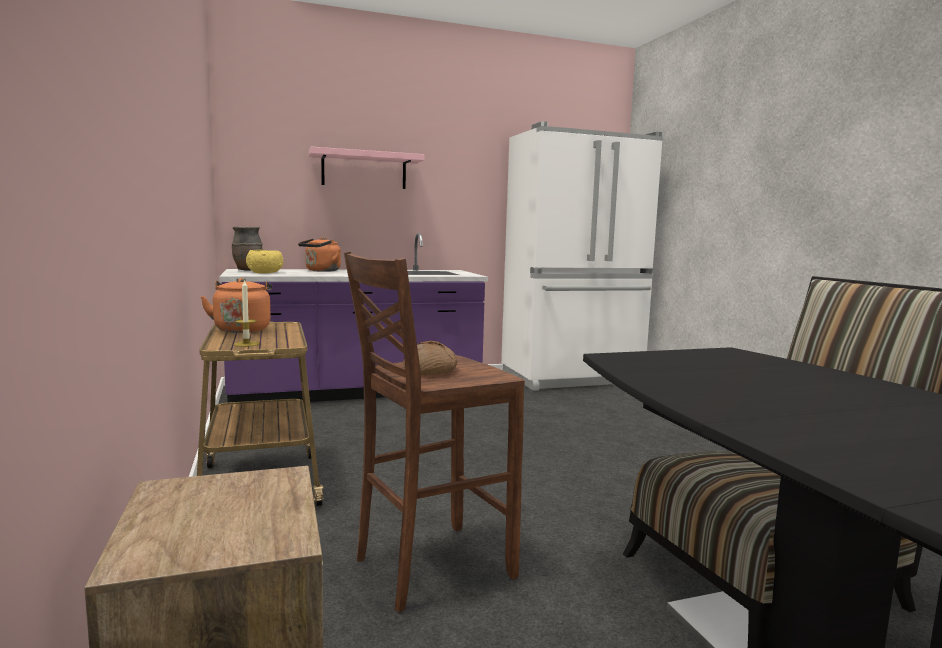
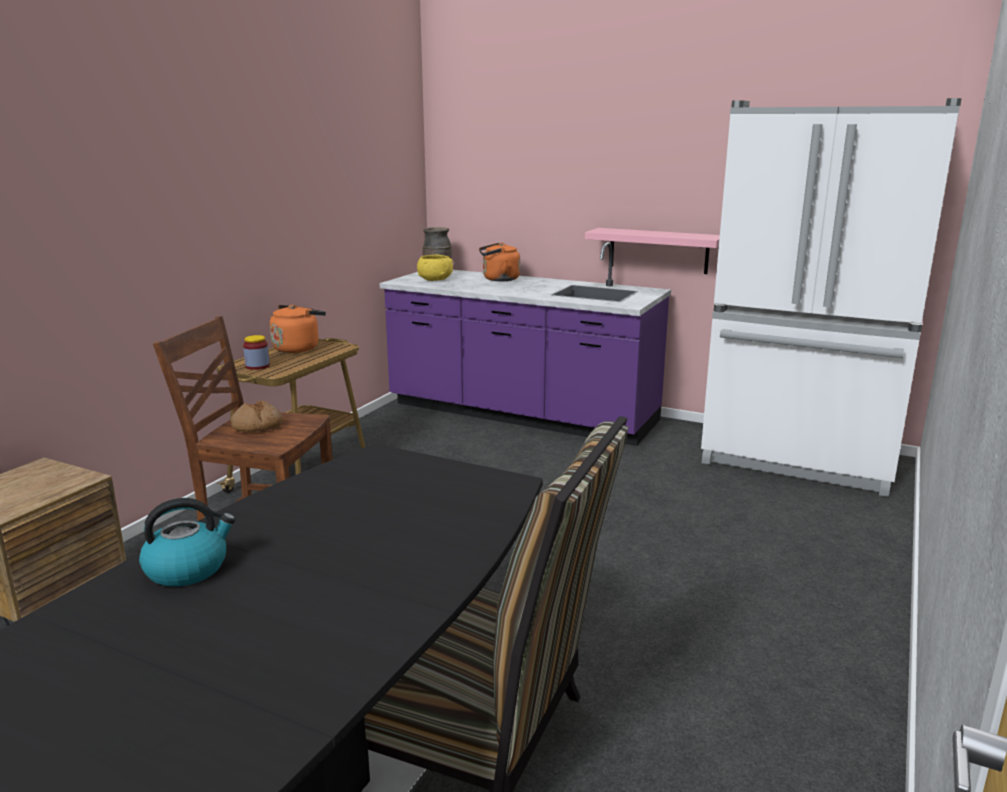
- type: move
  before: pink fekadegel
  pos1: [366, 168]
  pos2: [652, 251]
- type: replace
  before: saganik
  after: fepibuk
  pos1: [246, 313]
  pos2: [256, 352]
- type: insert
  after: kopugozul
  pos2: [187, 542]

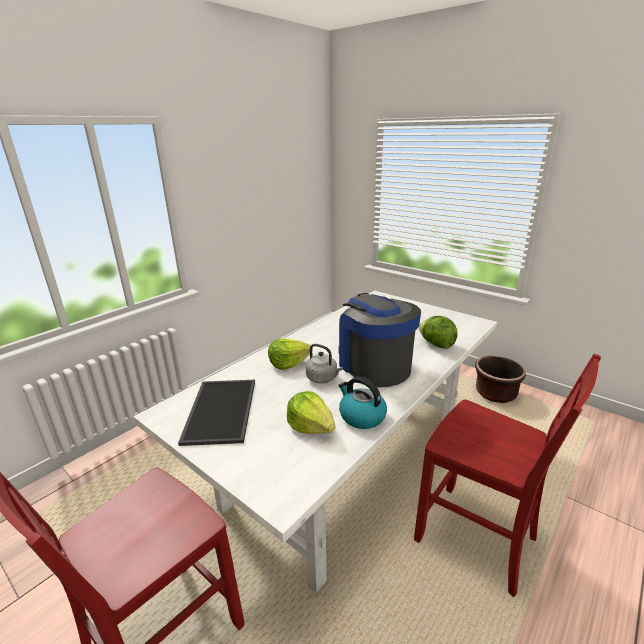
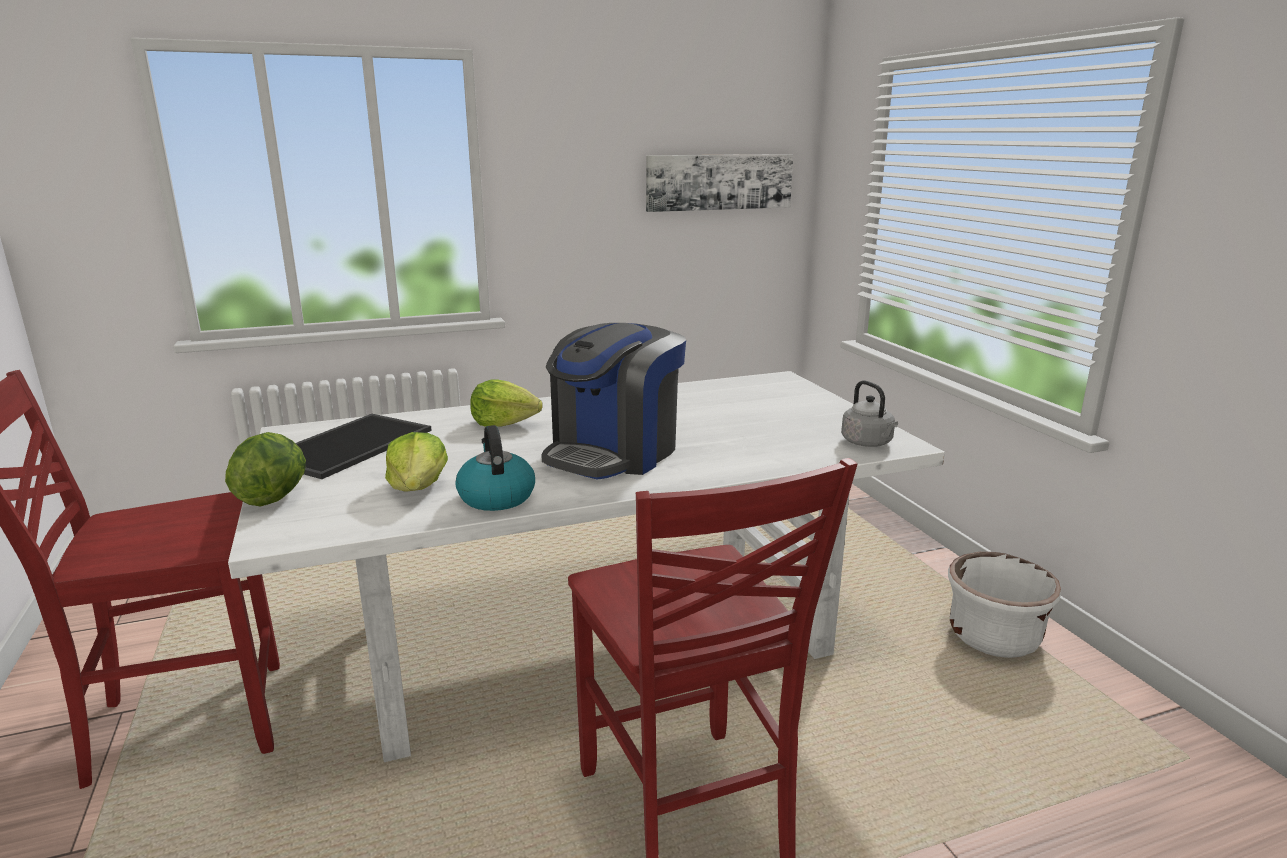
- type: rotate
  before: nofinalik
  pos1: [379, 340]
  pos2: [613, 401]
  turn: -150
- type: move
  before: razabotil
  pos1: [438, 332]
  pos2: [265, 469]
- type: move
  before: grey kopugozul
  pos1: [324, 364]
  pos2: [869, 413]
- type: recolor
  before: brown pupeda
  after: white pupeda
  pos1: [500, 379]
  pos2: [1004, 605]
- type: insert
  after: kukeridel
  pos2: [719, 183]

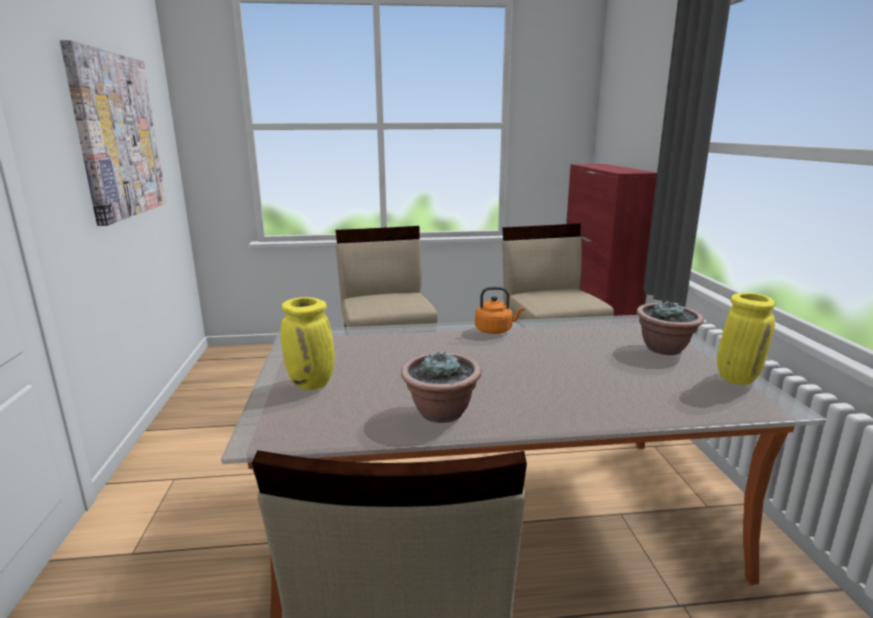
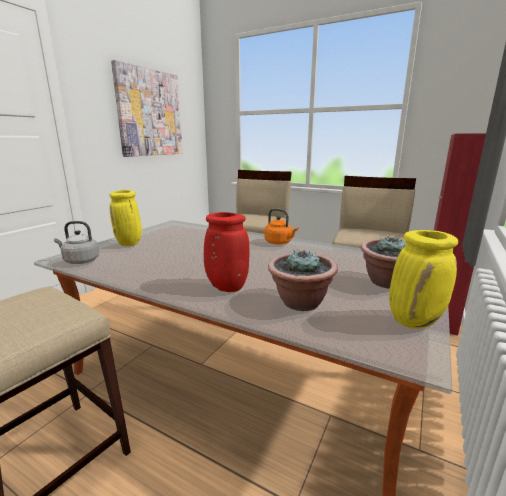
- type: move
  before: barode
  pos1: [441, 387]
  pos2: [303, 280]
- type: insert
  after: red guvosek
  pos2: [226, 252]
- type: insert
  after: grey kopugozul
  pos2: [76, 242]

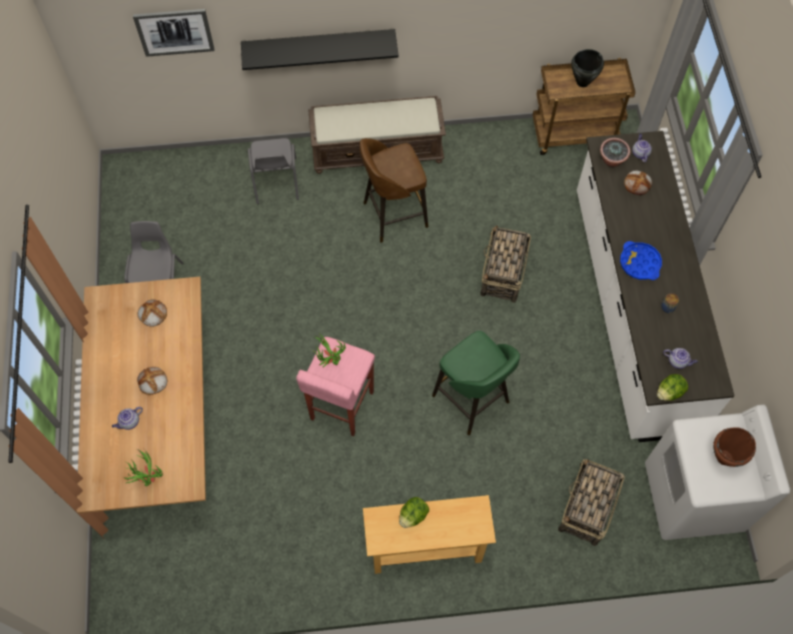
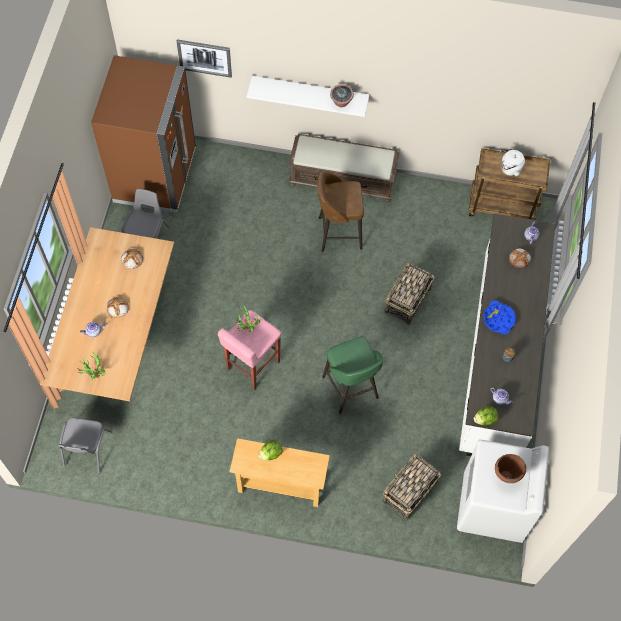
- type: recolor
  before: black fekadegel
  after: white fekadegel
  pos1: [320, 49]
  pos2: [308, 96]
- type: replace
  before: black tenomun
  after: white kopugozul
  pos1: [587, 68]
  pos2: [512, 162]
- type: move
  before: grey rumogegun
  pos1: [273, 171]
  pos2: [85, 445]
- type: move
  before: barode
  pos1: [615, 152]
  pos2: [342, 95]
- type: insert
  after: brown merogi
  pos2: [143, 133]

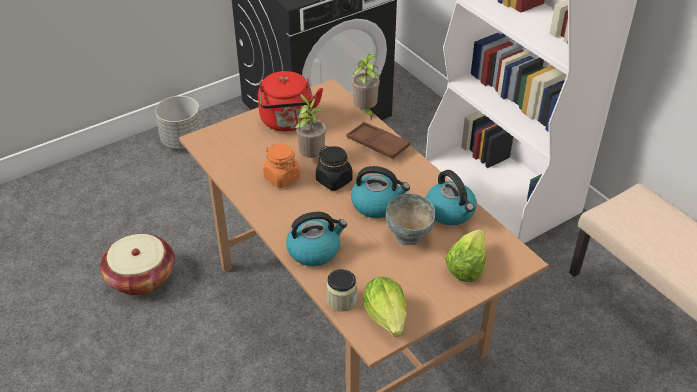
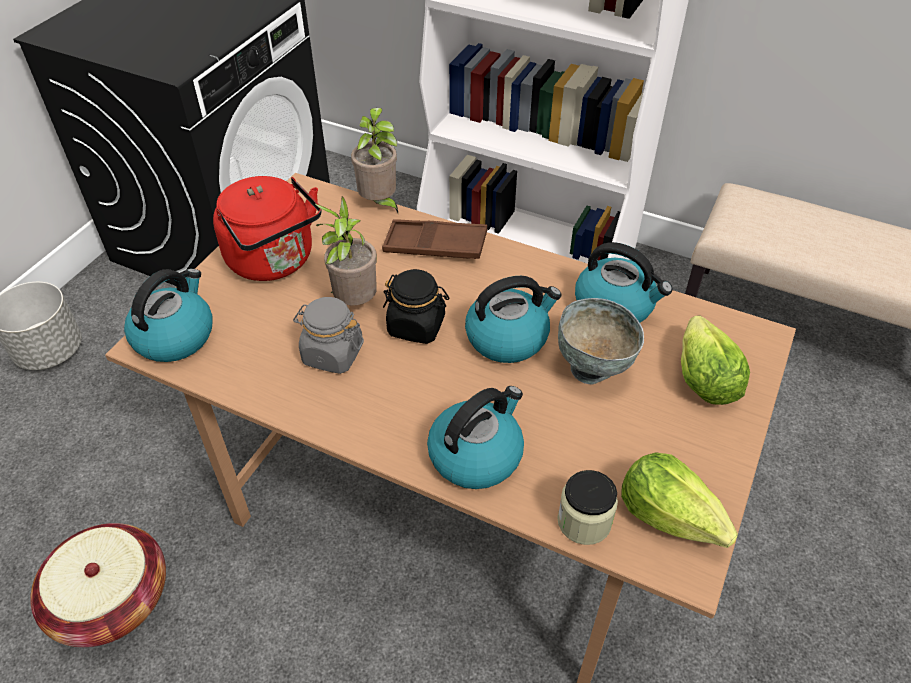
- type: recolor
  before: orange fepibuk
  after: grey fepibuk
  pos1: [281, 166]
  pos2: [328, 335]
- type: insert
  after: kopugozul
  pos2: [168, 315]

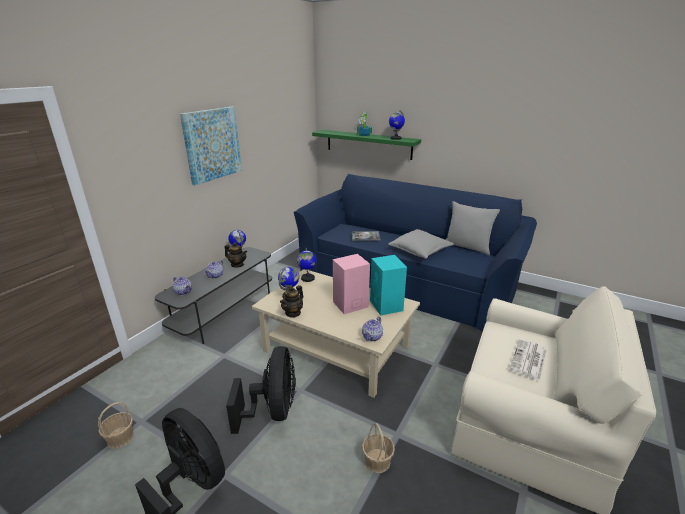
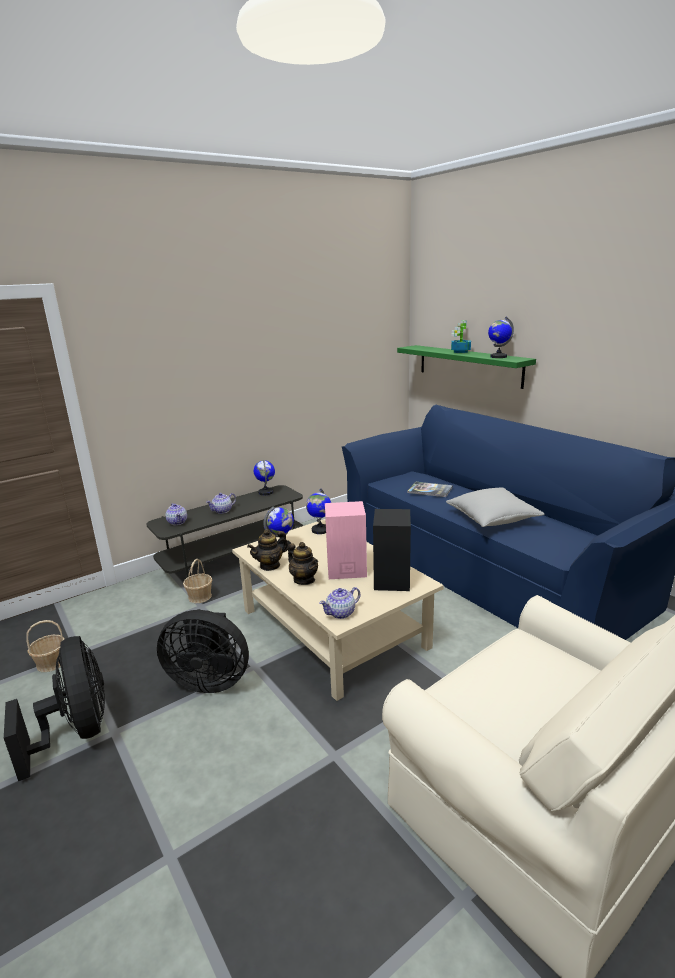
- type: delete
  before: kukeridel
  pos1: [211, 146]
- type: delete
  before: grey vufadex
  pos1: [473, 228]
- type: move
  before: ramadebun
  pos1: [236, 255]
  pos2: [303, 563]
- type: recolor
  before: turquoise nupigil
  after: black nupigil
  pos1: [388, 285]
  pos2: [392, 550]
- type: delete
  before: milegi
  pos1: [528, 360]
- type: rotate
  before: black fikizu
  pos1: [261, 390]
  pos2: [203, 651]
  turn: 75
- type: move
  before: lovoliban
  pos1: [378, 448]
  pos2: [197, 581]

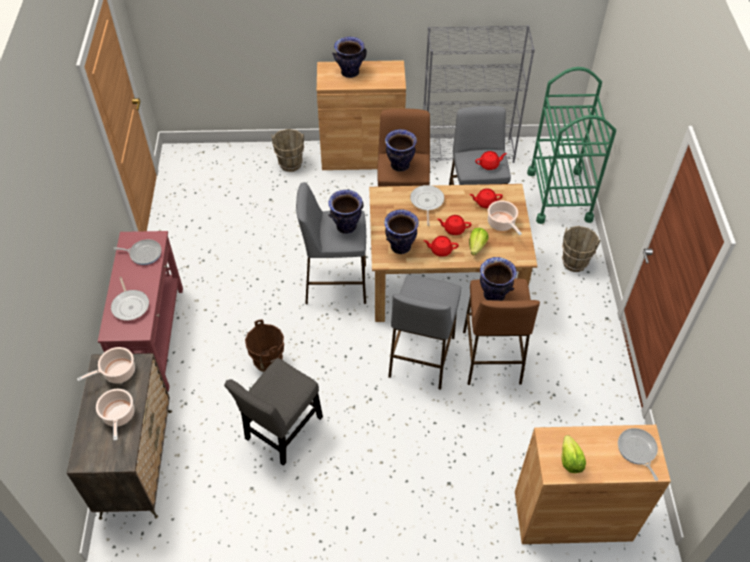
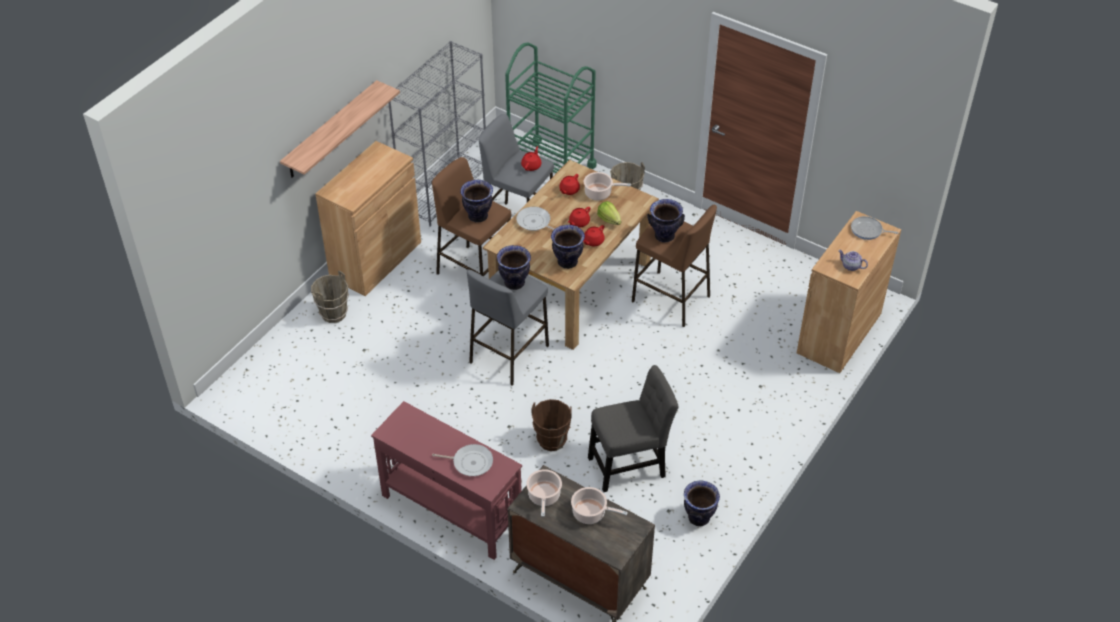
- type: move
  before: guvosek
  pos1: [349, 57]
  pos2: [702, 503]
- type: delete
  before: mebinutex
  pos1: [137, 252]
- type: delete
  before: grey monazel
  pos1: [424, 332]
- type: rotate
  before: grey rumogegun
  pos1: [273, 412]
  pos2: [633, 428]
  turn: -90
- type: replace
  before: razabotil
  after: ramadebun
  pos1: [574, 454]
  pos2: [853, 260]
- type: insert
  after: fekadegel
  pos2: [340, 128]

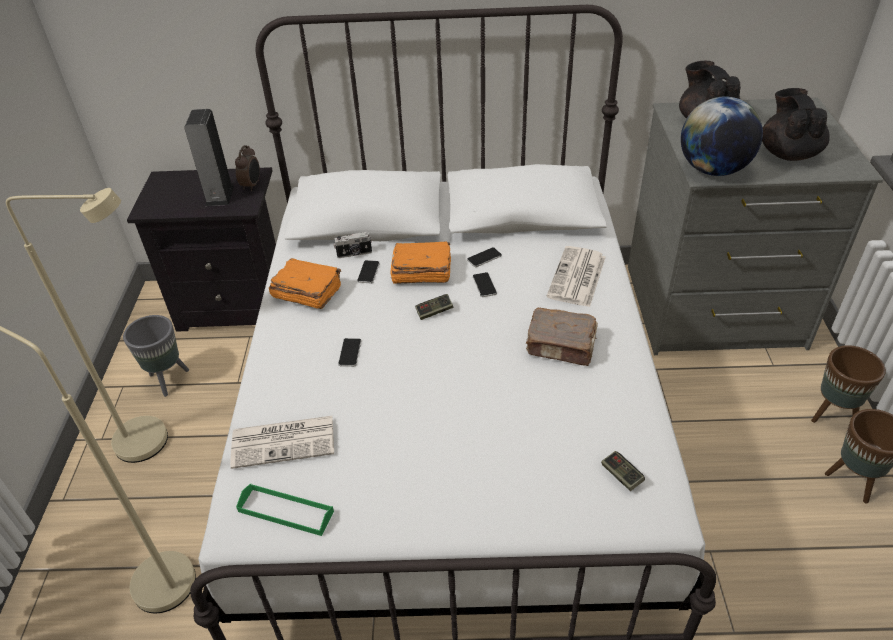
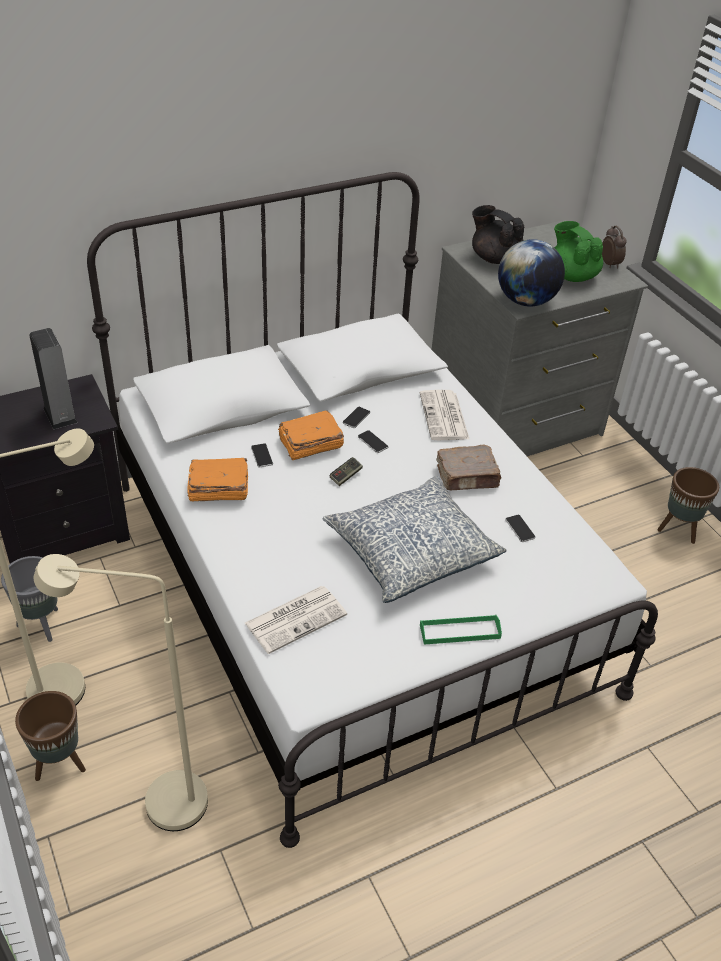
- type: recolor
  before: black ramadebun
  after: green ramadebun
  pos1: [796, 124]
  pos2: [578, 251]
- type: move
  before: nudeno
  pos1: [247, 168]
  pos2: [614, 247]
- type: delete
  before: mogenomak
  pos1: [353, 245]
- type: move
  before: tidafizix
  pos1: [349, 352]
  pos2: [520, 528]
- type: move
  before: brown pupeda
  pos1: [848, 384]
  pos2: [50, 736]
- type: delete
  before: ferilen
  pos1: [623, 471]
- type: move
  before: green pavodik
  pos1: [285, 509]
  pos2: [461, 630]
- type: insert
  after: vufadex
  pos2: [414, 539]

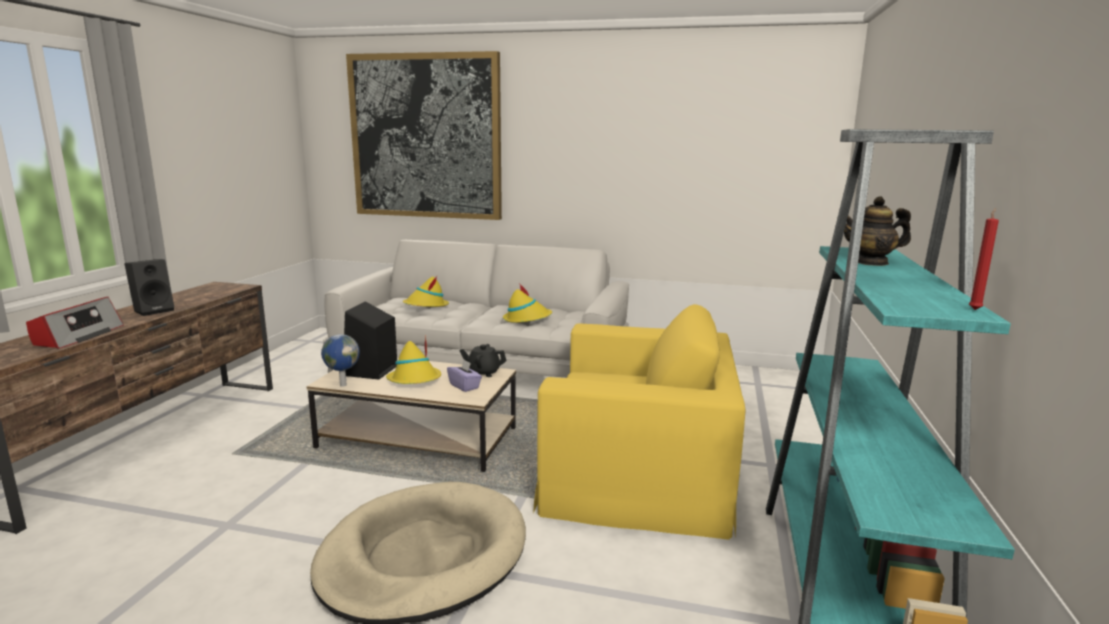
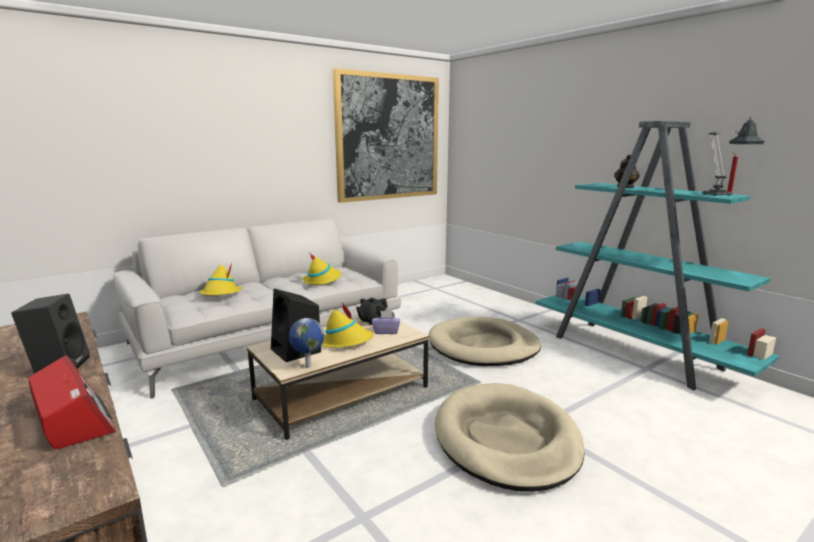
- type: move
  before: kukeridel
  pos1: [424, 135]
  pos2: [386, 135]
- type: replace
  before: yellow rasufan
  after: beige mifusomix
  pos1: [639, 422]
  pos2: [484, 341]
- type: insert
  after: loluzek
  pos2: [733, 156]

